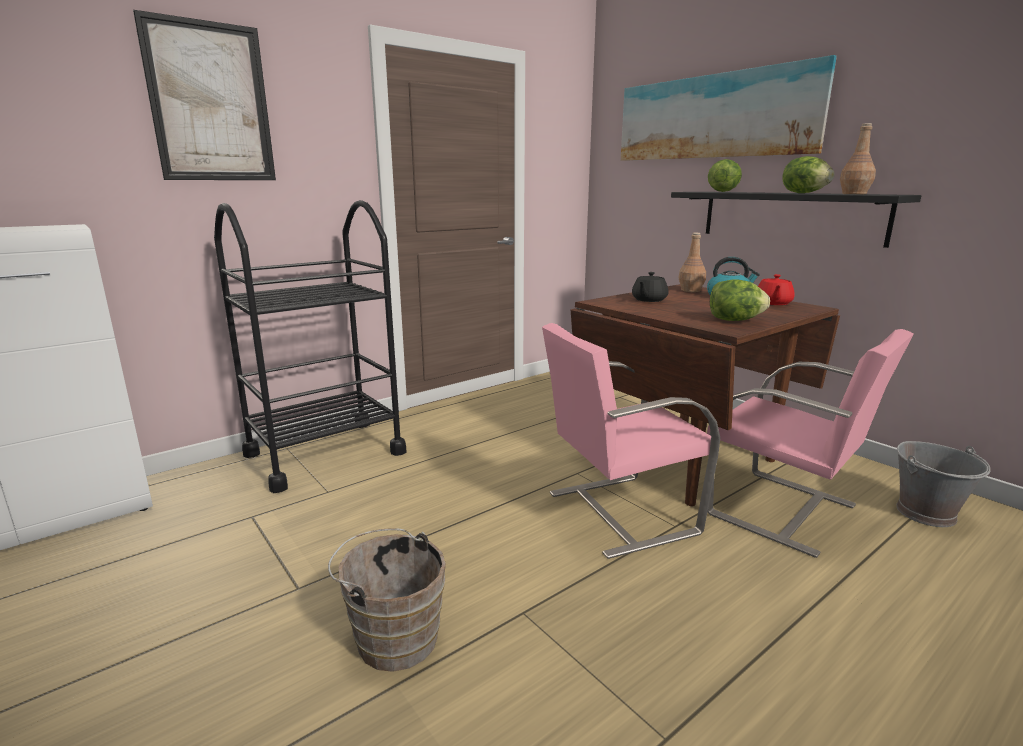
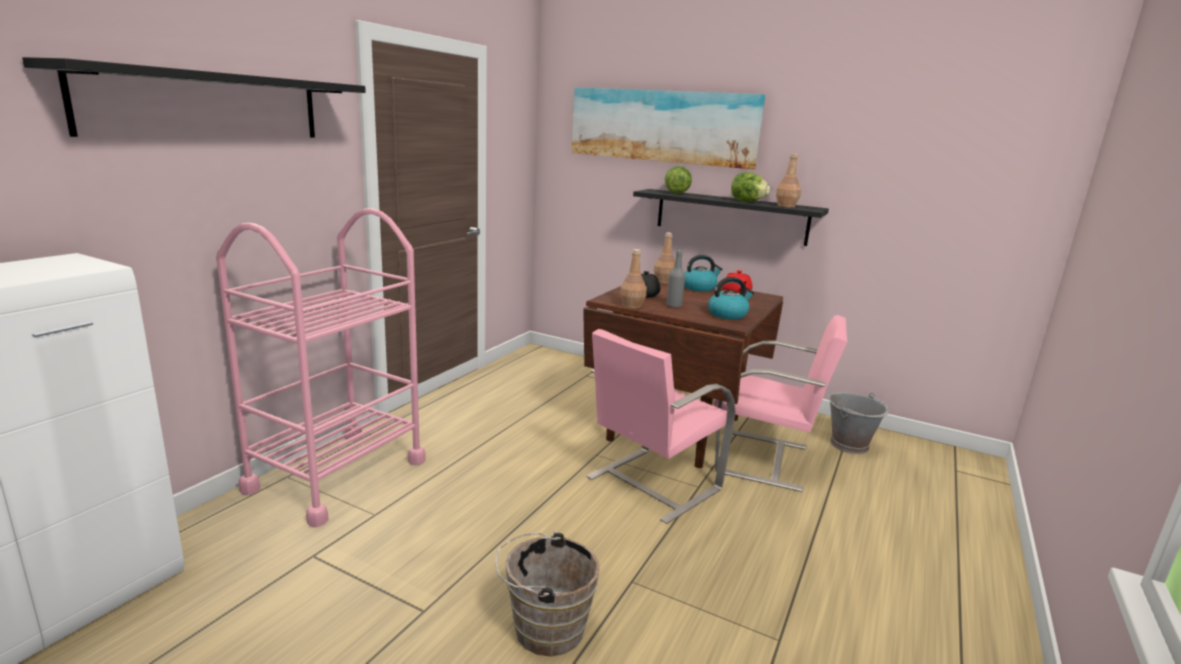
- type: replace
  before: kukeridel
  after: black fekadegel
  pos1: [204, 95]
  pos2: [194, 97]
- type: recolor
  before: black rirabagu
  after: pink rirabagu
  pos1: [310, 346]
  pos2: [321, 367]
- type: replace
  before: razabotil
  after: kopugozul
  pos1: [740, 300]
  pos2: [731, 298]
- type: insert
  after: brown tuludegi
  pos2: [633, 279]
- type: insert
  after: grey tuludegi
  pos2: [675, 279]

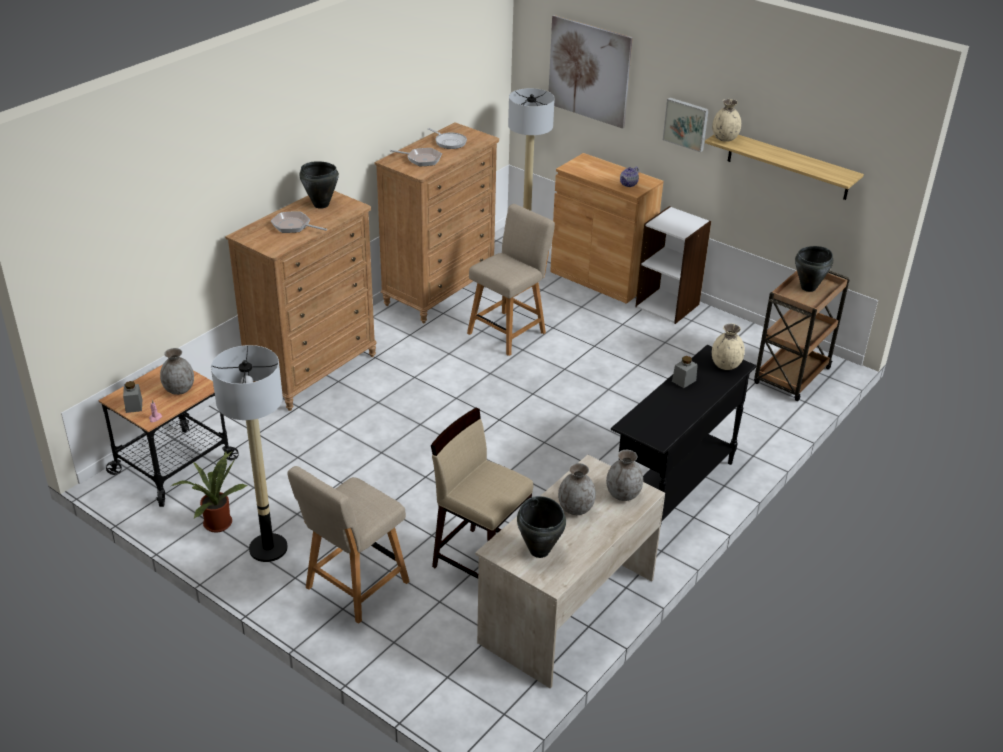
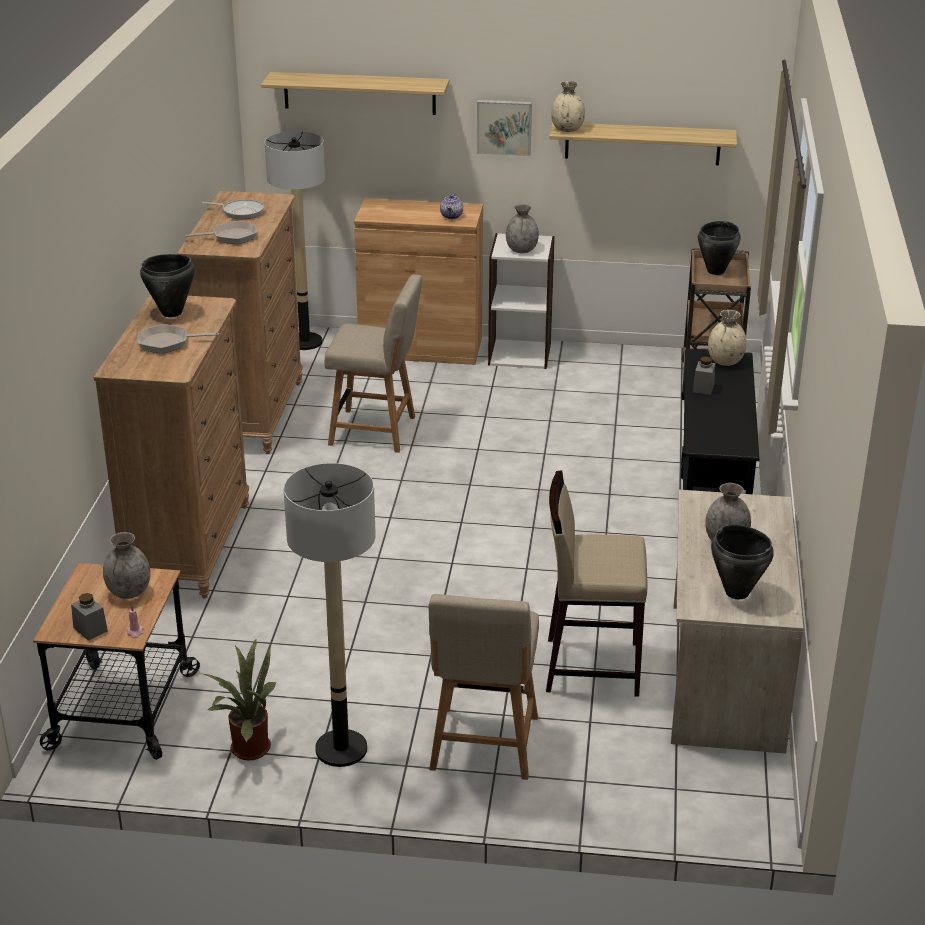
- type: replace
  before: kukeridel
  after: fekadegel
  pos1: [591, 72]
  pos2: [355, 93]
- type: rotate
  before: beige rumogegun
  pos1: [511, 280]
  pos2: [373, 363]
  turn: 90
- type: move
  before: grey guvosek
  pos1: [624, 475]
  pos2: [522, 228]

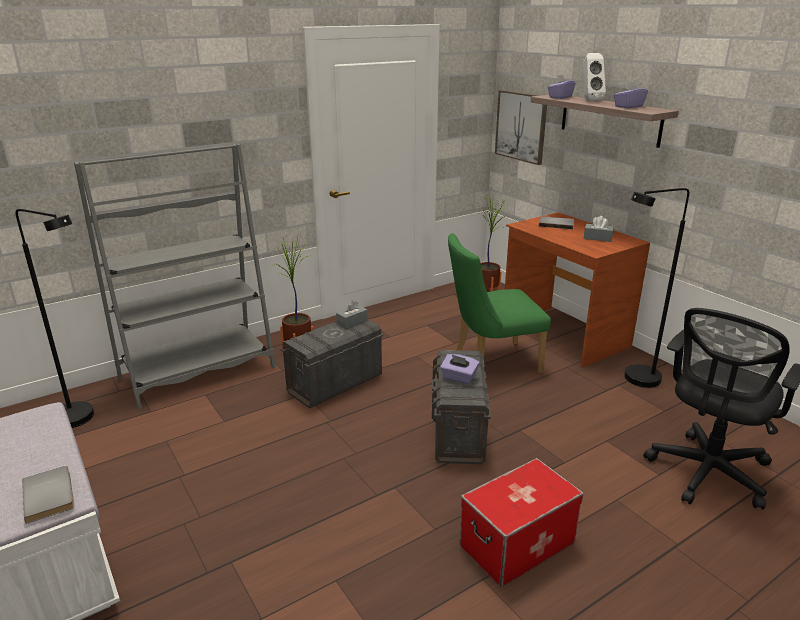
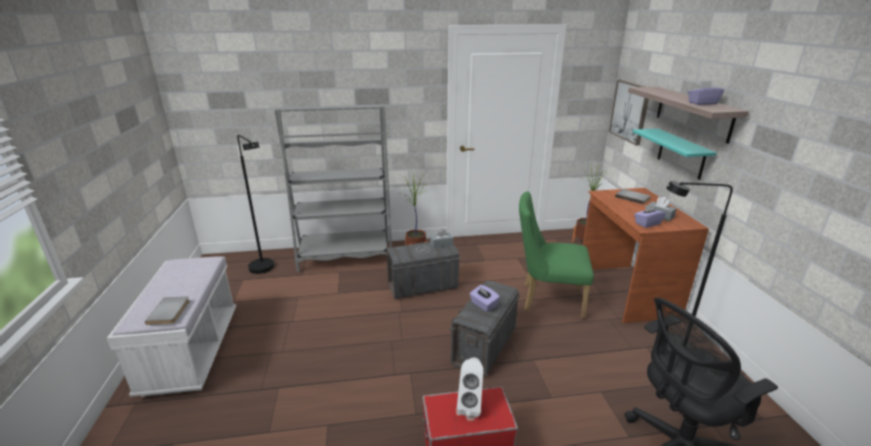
- type: move
  before: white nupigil
  pos1: [594, 77]
  pos2: [470, 387]
- type: move
  before: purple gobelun
  pos1: [561, 87]
  pos2: [650, 216]
- type: insert
  after: turquoise fekadegel
  pos2: [674, 154]

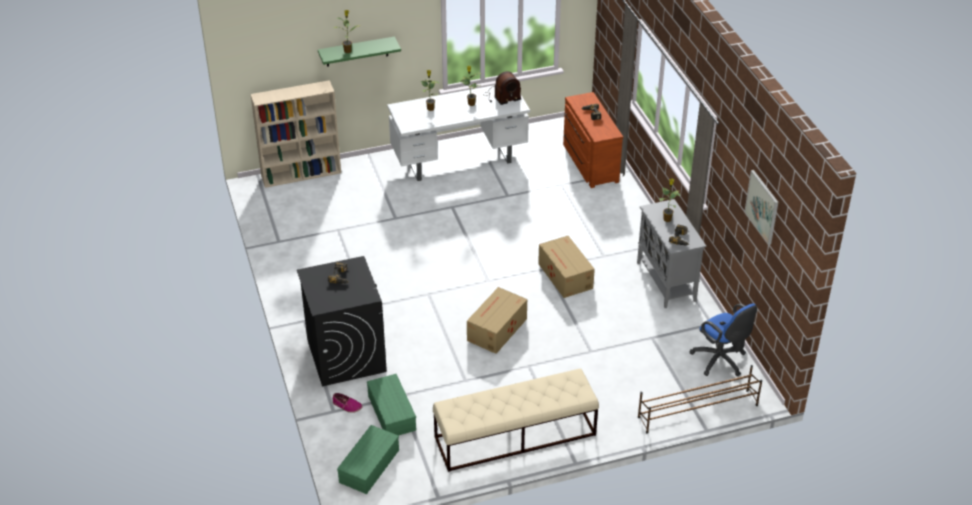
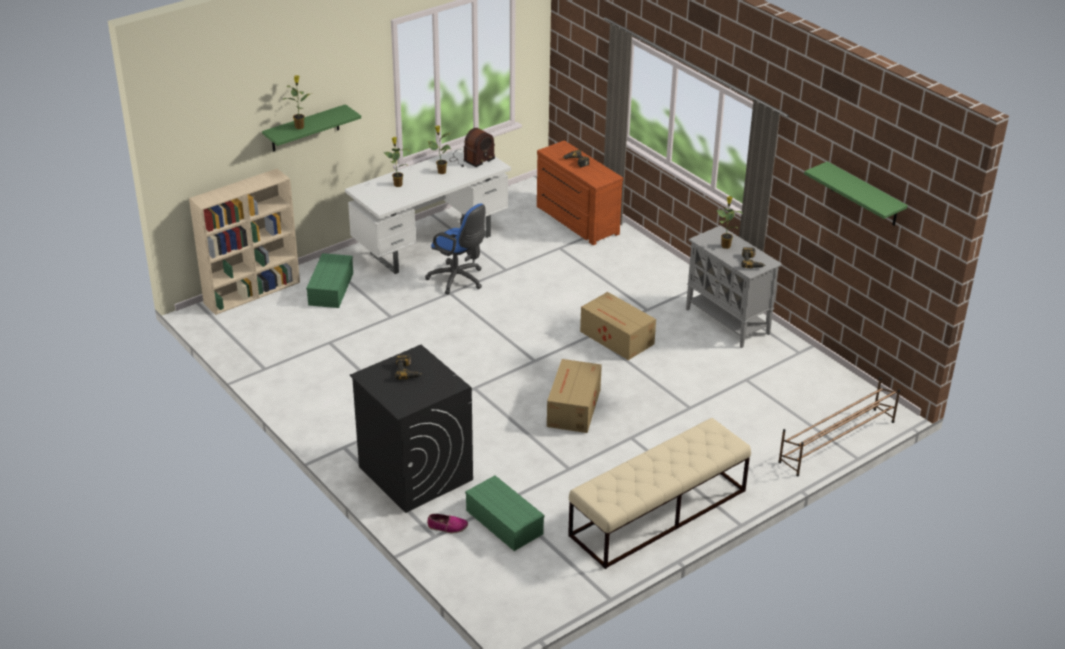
- type: replace
  before: kukeridel
  after: green fekadegel
  pos1: [761, 207]
  pos2: [856, 193]
- type: move
  before: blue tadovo
  pos1: [723, 339]
  pos2: [455, 249]
- type: move
  before: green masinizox
  pos1: [368, 459]
  pos2: [329, 280]

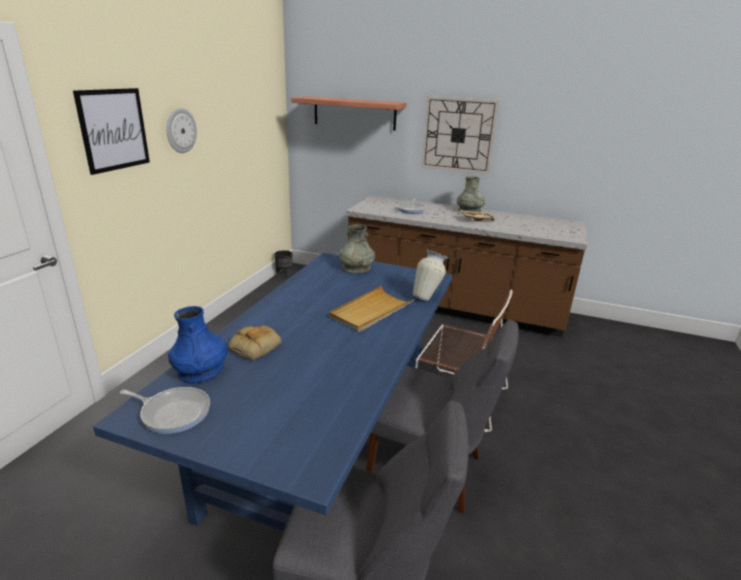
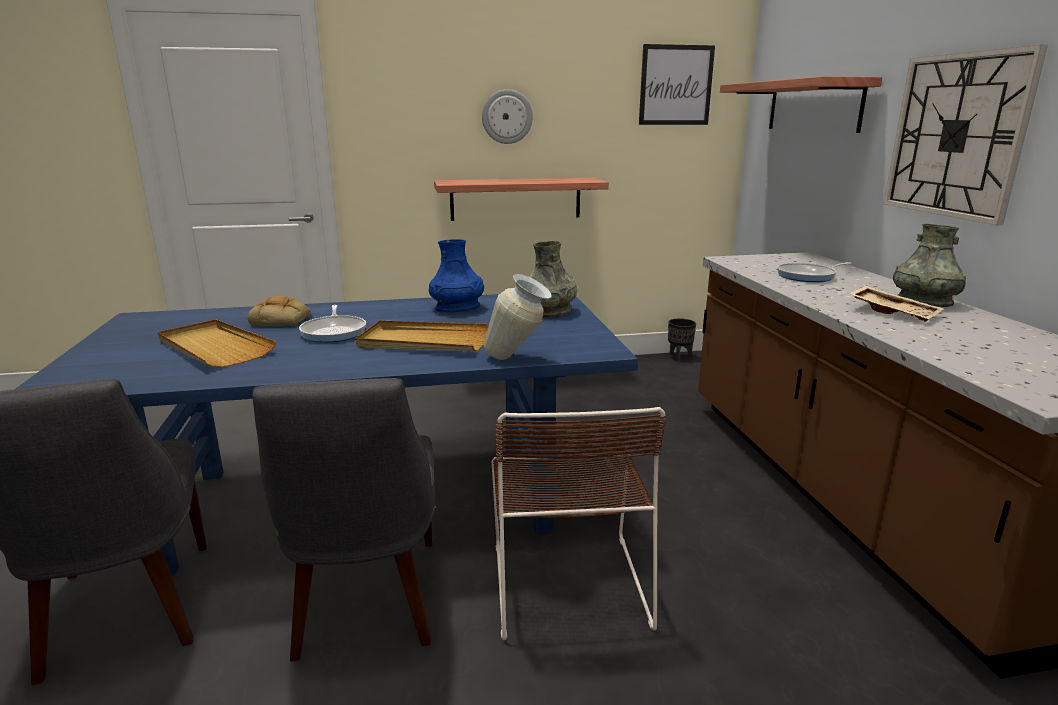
- type: move
  before: kukeridel
  pos1: [111, 131]
  pos2: [677, 84]
- type: move
  before: blue guvosek
  pos1: [198, 345]
  pos2: [456, 275]
- type: move
  before: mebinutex
  pos1: [165, 410]
  pos2: [332, 323]
- type: insert
  after: fekadegel
  pos2: [521, 199]
- type: insert
  after: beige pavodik
  pos2: [217, 343]

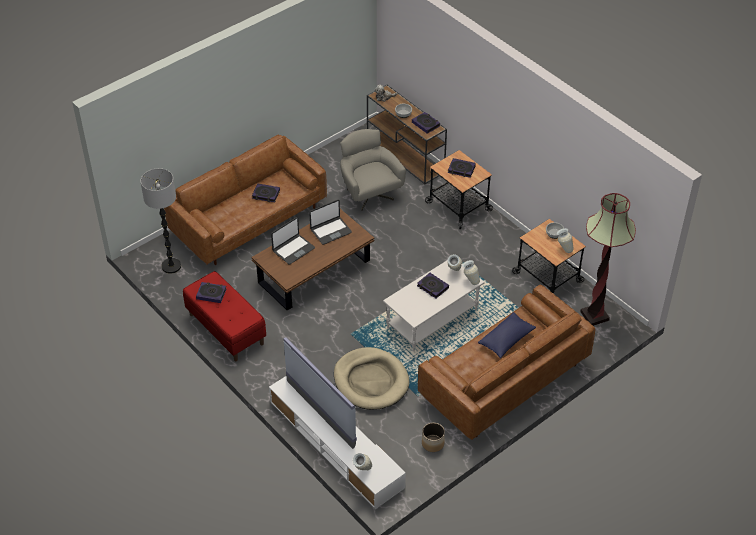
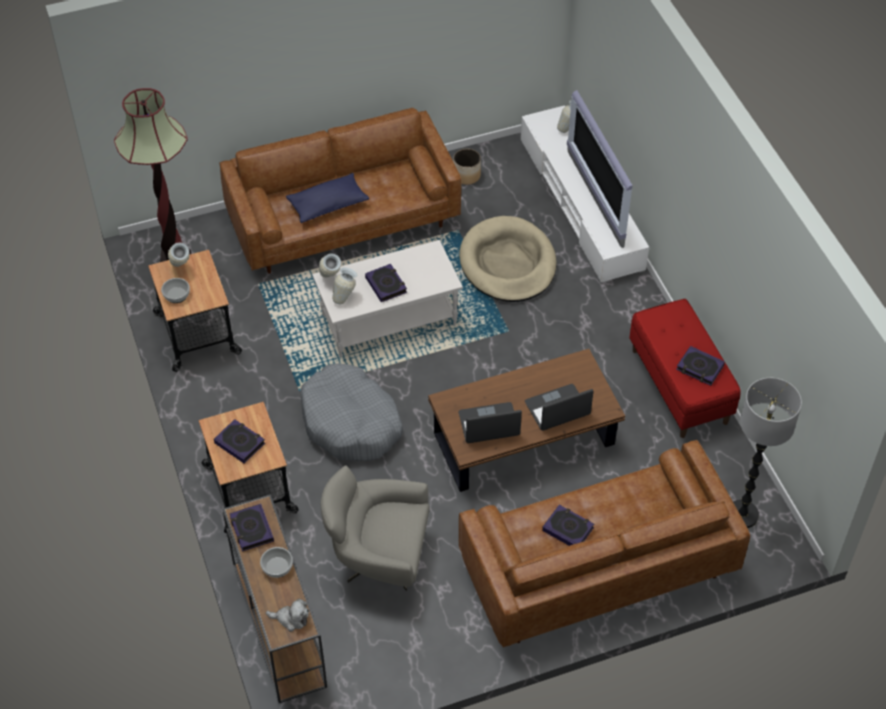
- type: rotate
  before: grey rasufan
  pos1: [373, 170]
  pos2: [375, 528]
  turn: 105
- type: insert
  after: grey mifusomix
  pos2: [351, 412]

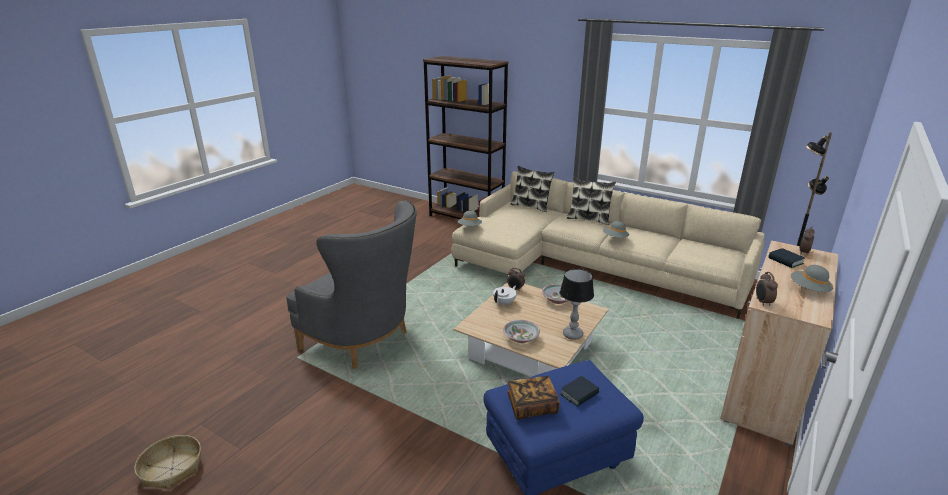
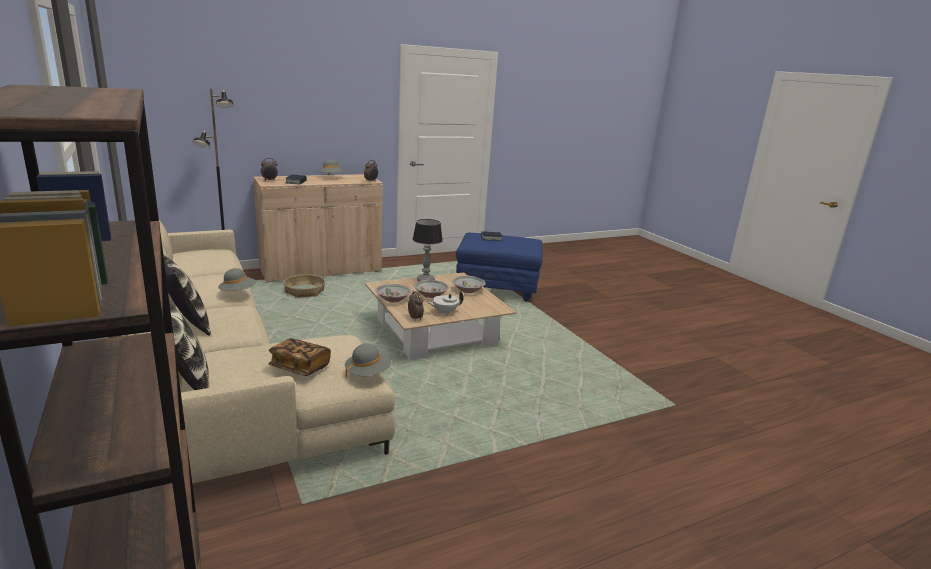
- type: delete
  before: grey rasufan
  pos1: [351, 285]
- type: move
  before: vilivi
  pos1: [533, 398]
  pos2: [299, 357]
- type: move
  before: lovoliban
  pos1: [167, 462]
  pos2: [304, 286]
- type: insert
  after: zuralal
  pos2: [431, 289]

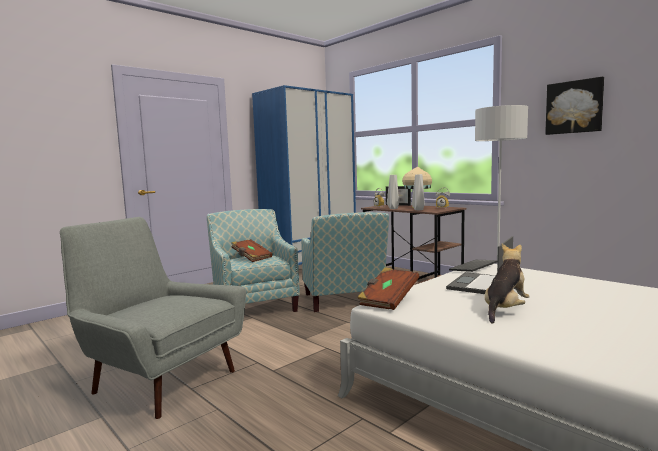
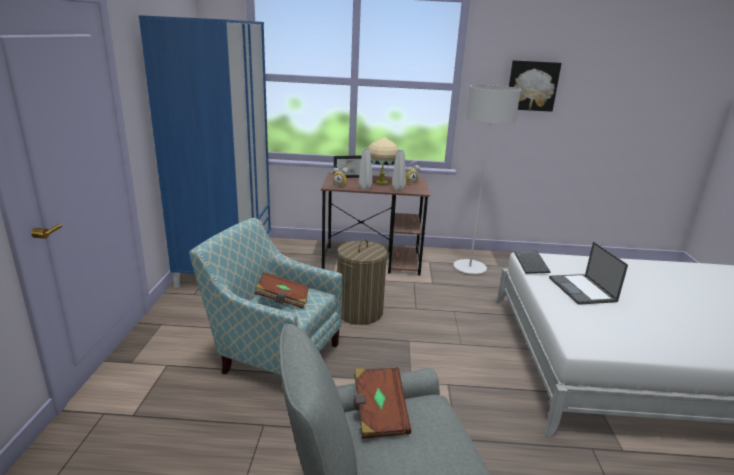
- type: replace
  before: rasufan
  after: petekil
  pos1: [345, 262]
  pos2: [362, 282]
- type: delete
  before: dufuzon
  pos1: [507, 284]
- type: move
  before: brown vilivi
  pos1: [388, 288]
  pos2: [382, 403]

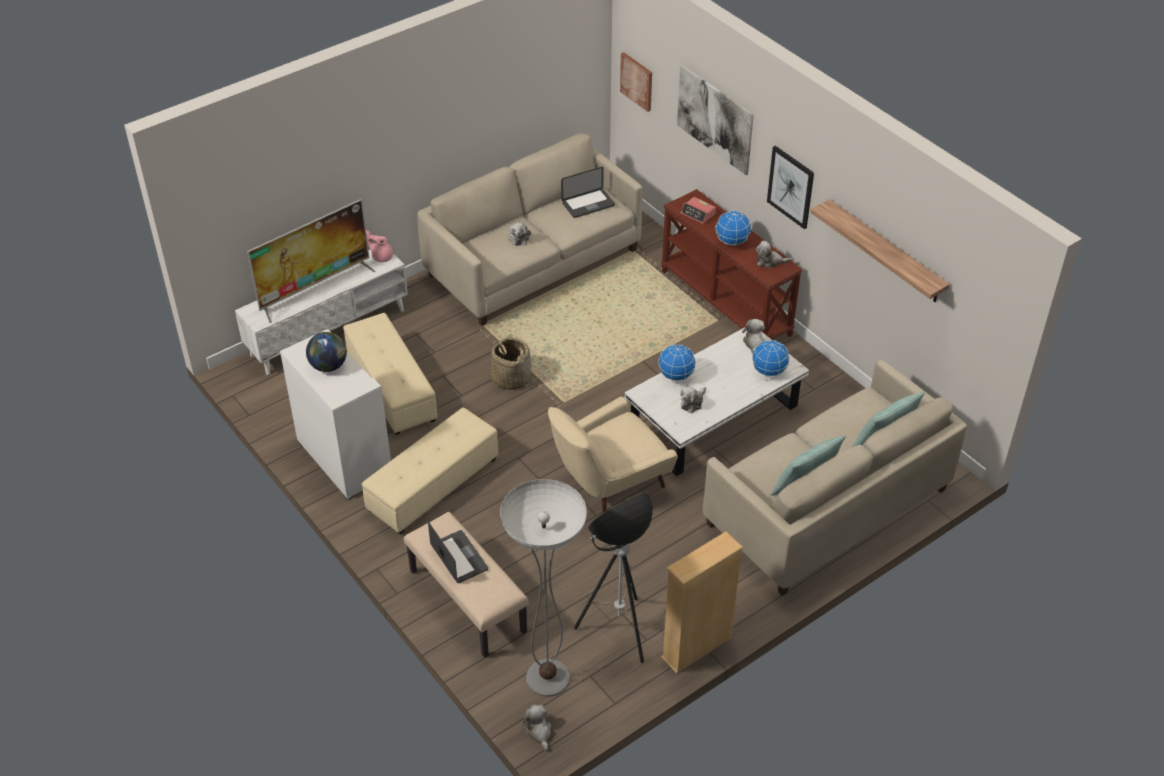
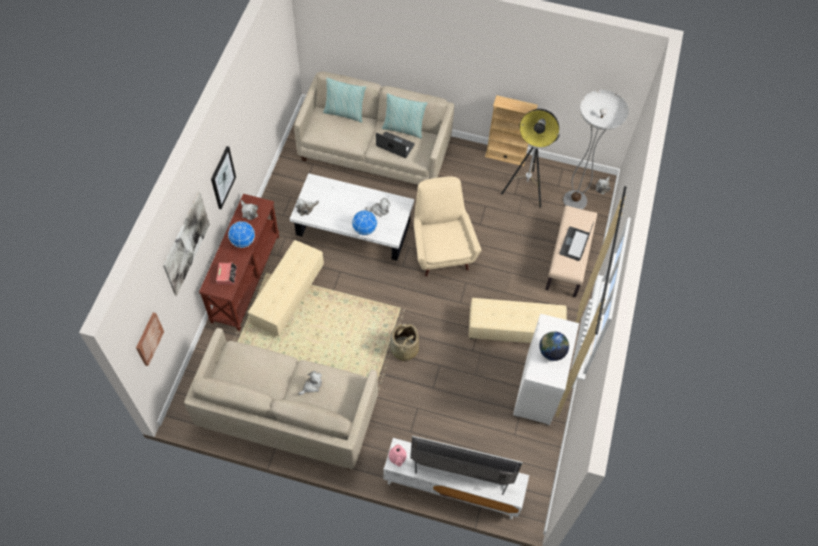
- type: move
  before: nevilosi
  pos1: [588, 192]
  pos2: [395, 145]
- type: delete
  before: fekadegel
  pos1: [880, 250]
- type: move
  before: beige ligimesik
  pos1: [390, 374]
  pos2: [286, 288]
- type: delete
  before: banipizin
  pos1: [771, 358]
- type: rotate
  before: beige rasufan
  pos1: [613, 455]
  pos2: [447, 226]
  turn: -120

